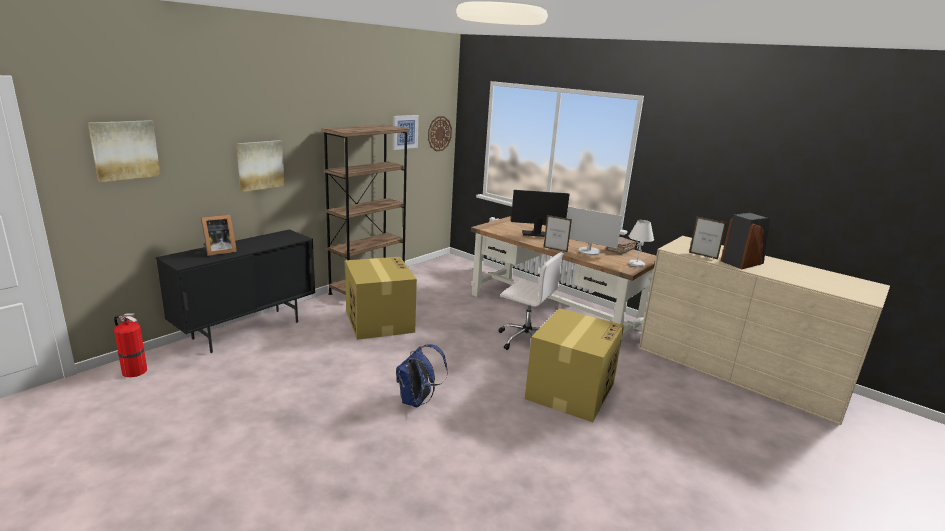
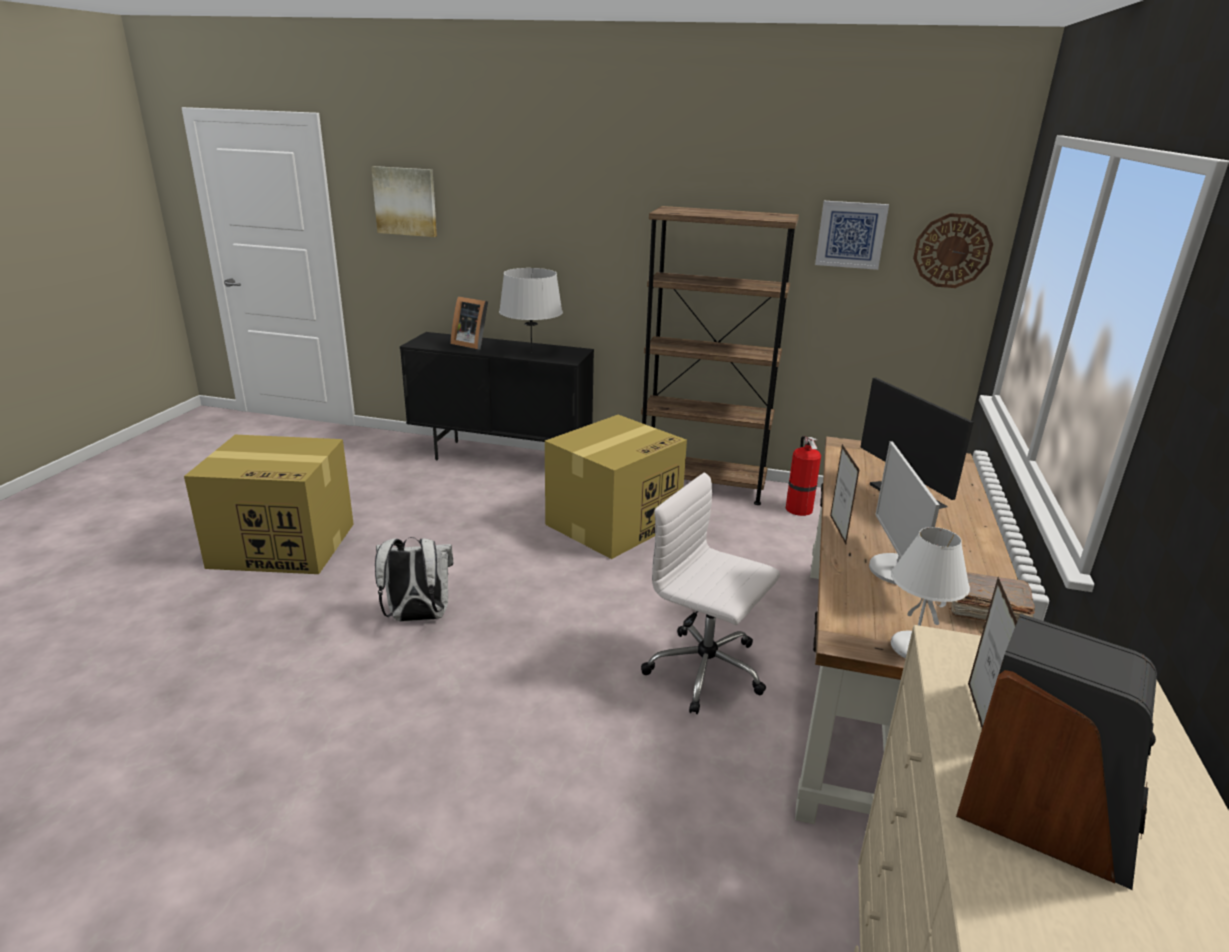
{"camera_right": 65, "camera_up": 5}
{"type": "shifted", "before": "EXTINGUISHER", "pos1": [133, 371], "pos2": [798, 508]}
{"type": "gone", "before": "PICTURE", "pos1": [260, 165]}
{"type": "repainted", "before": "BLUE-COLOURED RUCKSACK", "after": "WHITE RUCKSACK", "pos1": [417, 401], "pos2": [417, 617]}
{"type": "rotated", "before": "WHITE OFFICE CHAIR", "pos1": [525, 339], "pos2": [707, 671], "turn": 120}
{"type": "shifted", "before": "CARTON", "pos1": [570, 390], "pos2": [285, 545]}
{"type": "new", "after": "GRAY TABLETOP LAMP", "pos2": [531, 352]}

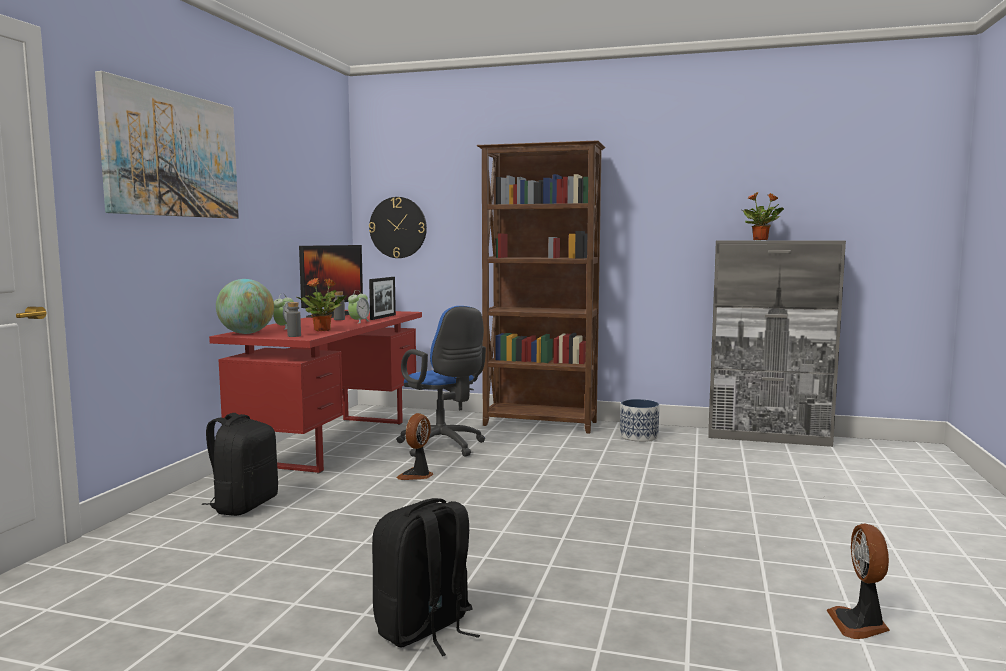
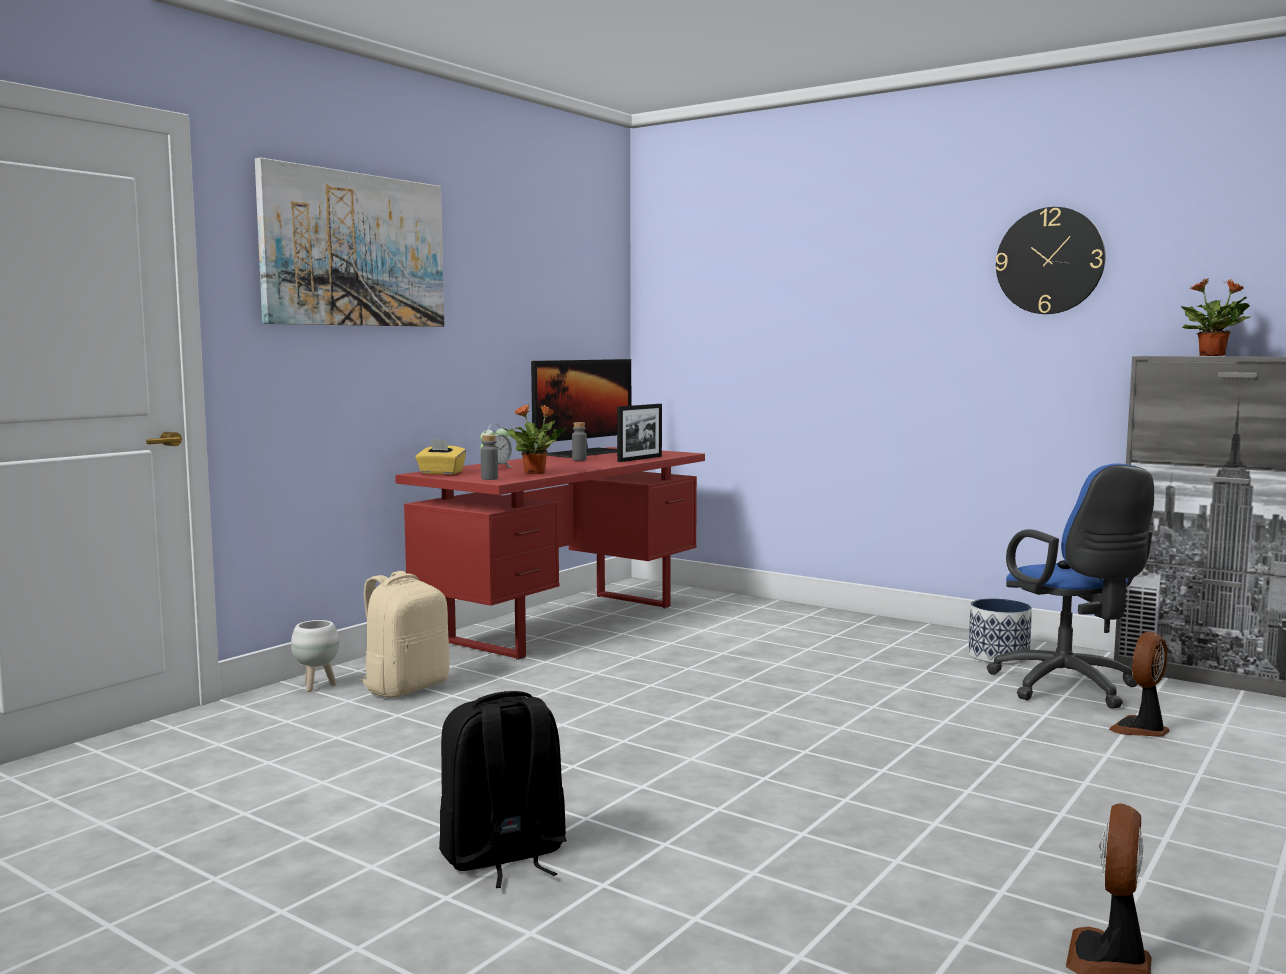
{"camera_right": 20, "camera_up": 0}
{"type": "repainted", "before": "BLACK-COLOURED RUCKSACK", "after": "SAND-COLOURED RUCKSACK", "pos1": [243, 505], "pos2": [405, 687]}
{"type": "swapped", "before": "DESK GLOBE", "after": "YELLOW-COLOURED BOX OF TISSUES", "pos1": [246, 333], "pos2": [441, 473]}
{"type": "gone", "before": "TABLE CLOCK", "pos1": [359, 322]}
{"type": "shifted", "before": "WALL CLOCK", "pos1": [398, 227], "pos2": [1049, 261]}
{"type": "shifted", "before": "BLUE-COLOURED OFFICE CHAIR", "pos1": [444, 447], "pos2": [1069, 688]}
{"type": "shifted", "before": "FAN", "pos1": [417, 475], "pos2": [1141, 729]}
{"type": "gone", "before": "BROWNISH SHELVING UNIT", "pos1": [540, 424]}
{"type": "new", "after": "WHITE FLOWER POT", "pos2": [317, 686]}

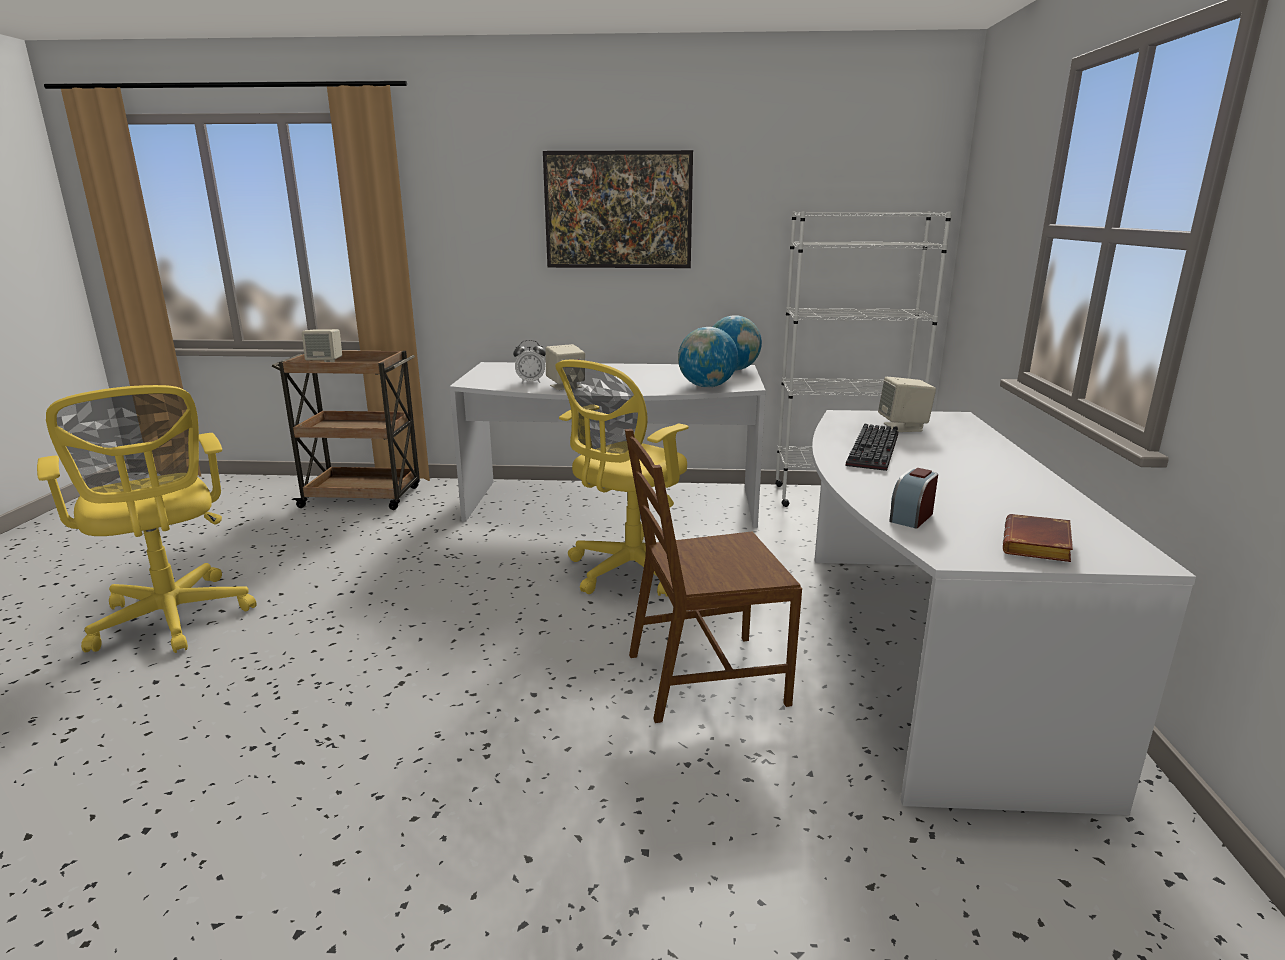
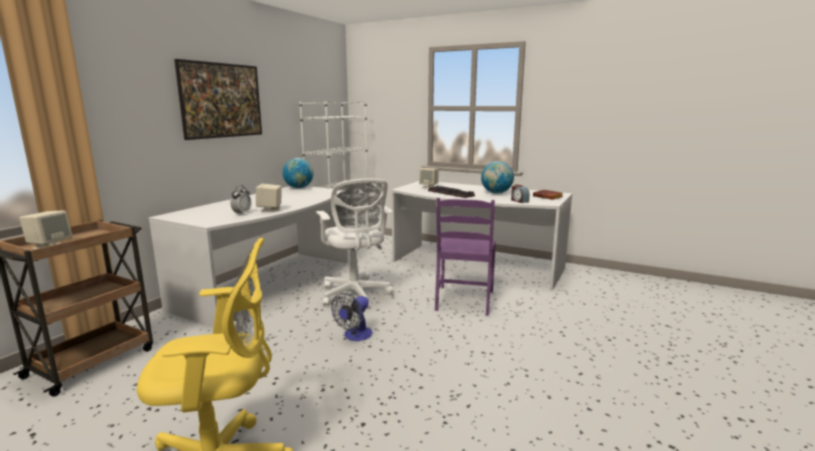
{"camera_right": -65, "camera_up": -5}
{"type": "repainted", "before": "YELLOW-COLOURED OFFICE CHAIR", "after": "WHITE OFFICE CHAIR", "pos1": [629, 571], "pos2": [355, 295]}
{"type": "repainted", "before": "BROWNISH UPRIGHT CHAIR", "after": "PURPLE UPRIGHT CHAIR", "pos1": [704, 678], "pos2": [464, 300]}
{"type": "shifted", "before": "DESK GLOBE", "pos1": [706, 386], "pos2": [496, 193]}
{"type": "new", "after": "FAN", "pos2": [355, 336]}

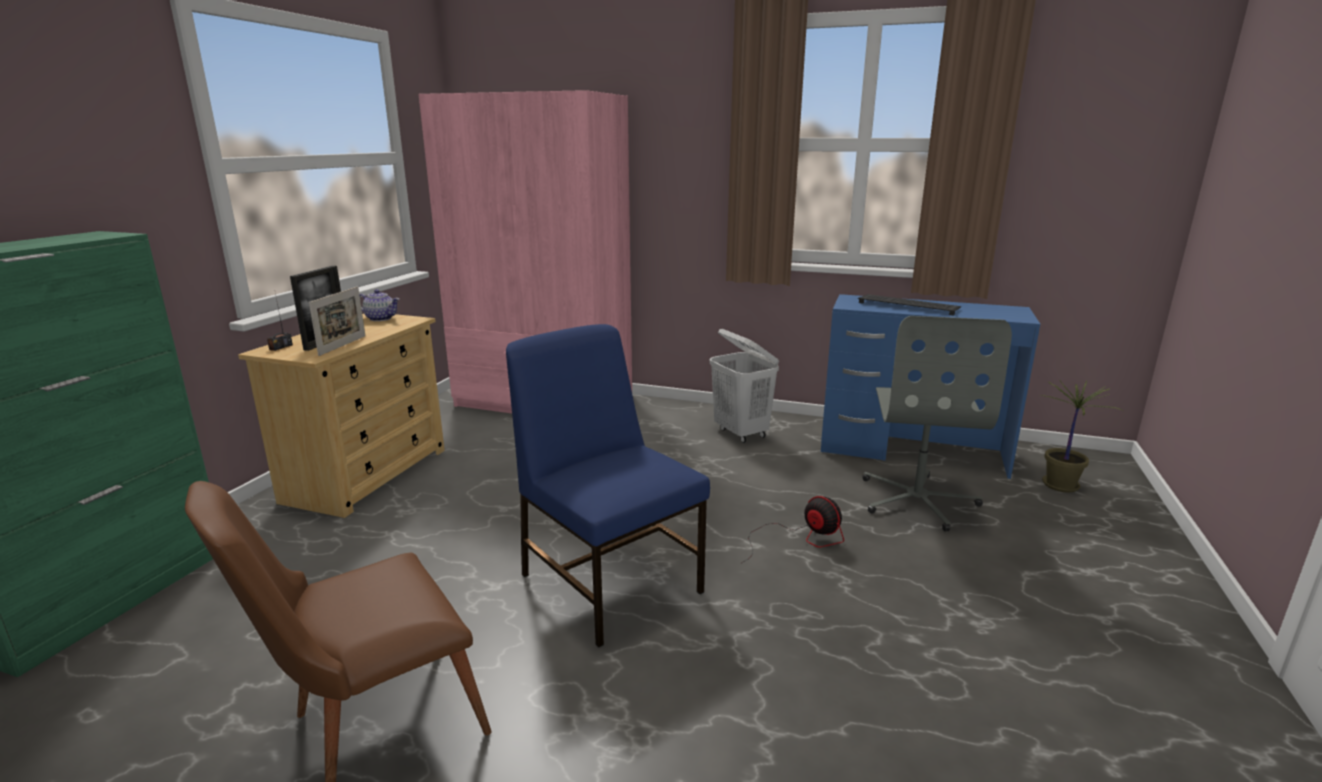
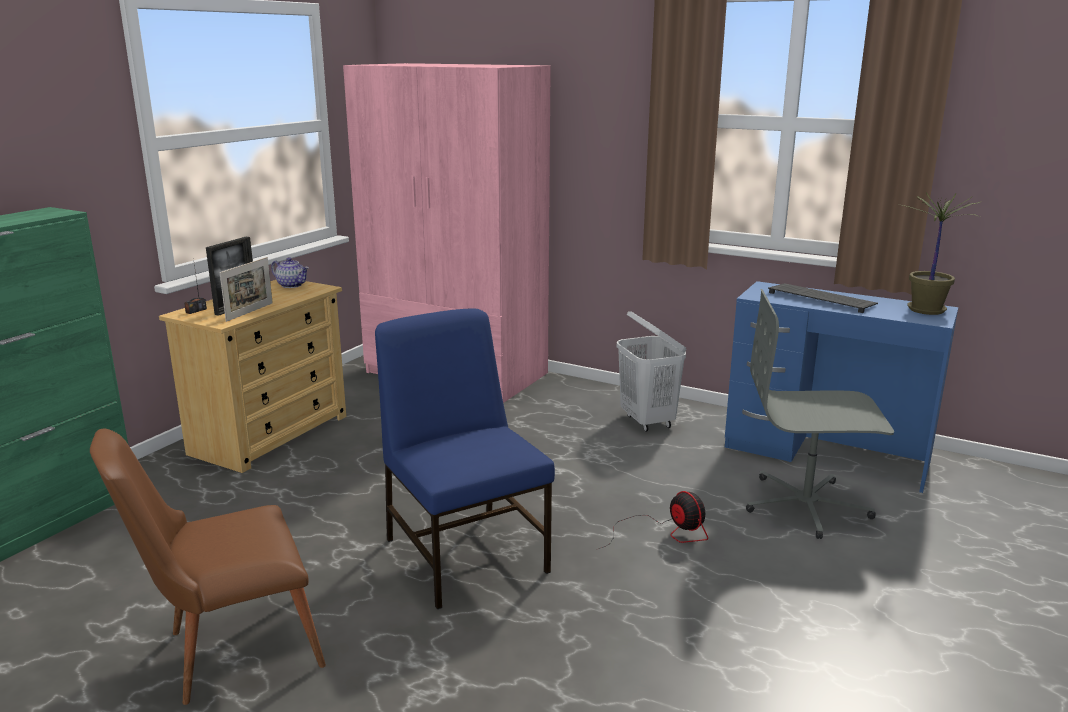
{"camera_right": 10, "camera_up": 0}
{"type": "rotated", "before": "GRAY OFFICE CHAIR", "pos1": [917, 500], "pos2": [806, 505], "turn": 75}
{"type": "shifted", "before": "PLANT IN A POT", "pos1": [1061, 486], "pos2": [926, 310]}

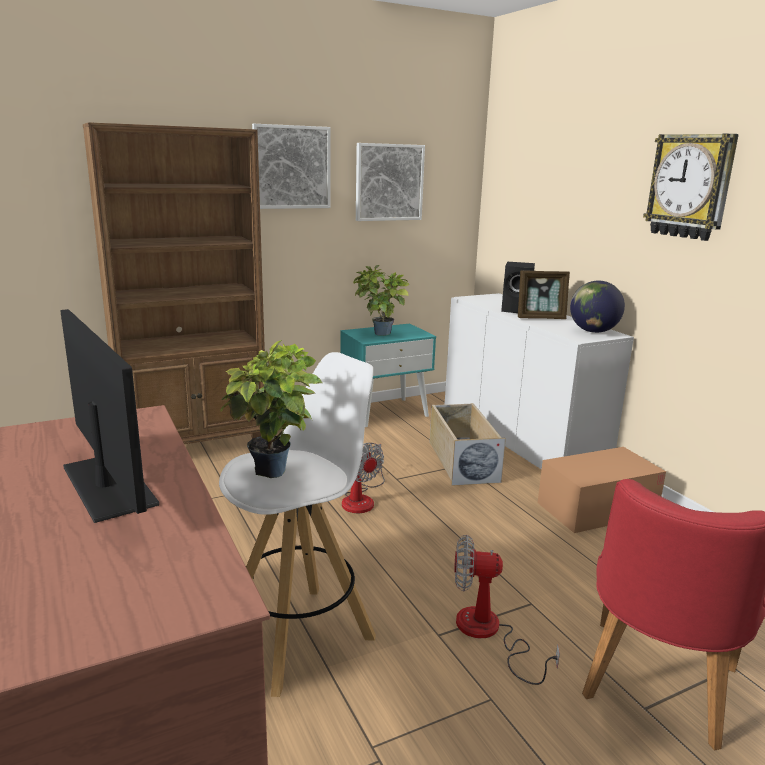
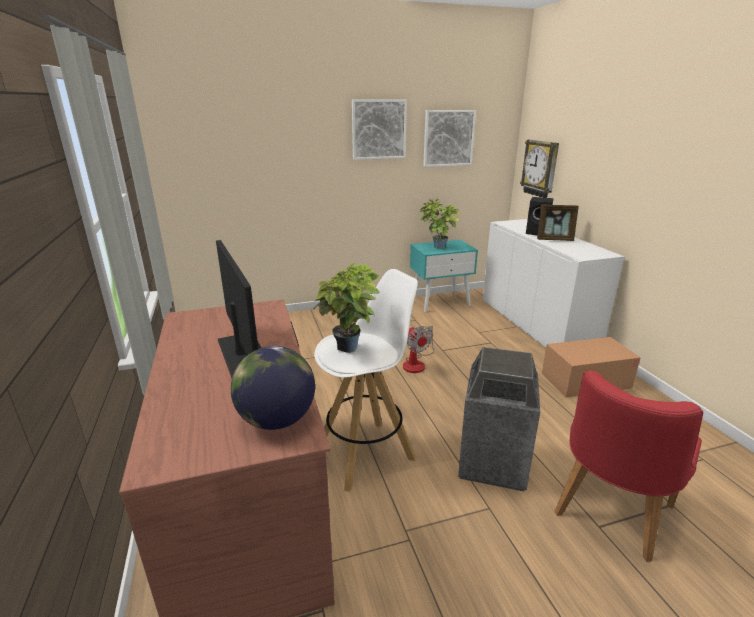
{"camera_right": 10, "camera_up": 5}
{"type": "gone", "before": "BROWNISH SHELVING UNIT", "pos1": [194, 444]}
{"type": "gone", "before": "SAND-COLOURED STORAGE BOX", "pos1": [461, 461]}
{"type": "swapped", "before": "FAN", "after": "TRASH CAN", "pos1": [488, 633], "pos2": [493, 463]}
{"type": "shifted", "before": "DESK GLOBE", "pos1": [593, 331], "pos2": [276, 420]}
{"type": "shifted", "before": "WALL CLOCK", "pos1": [690, 186], "pos2": [540, 168]}

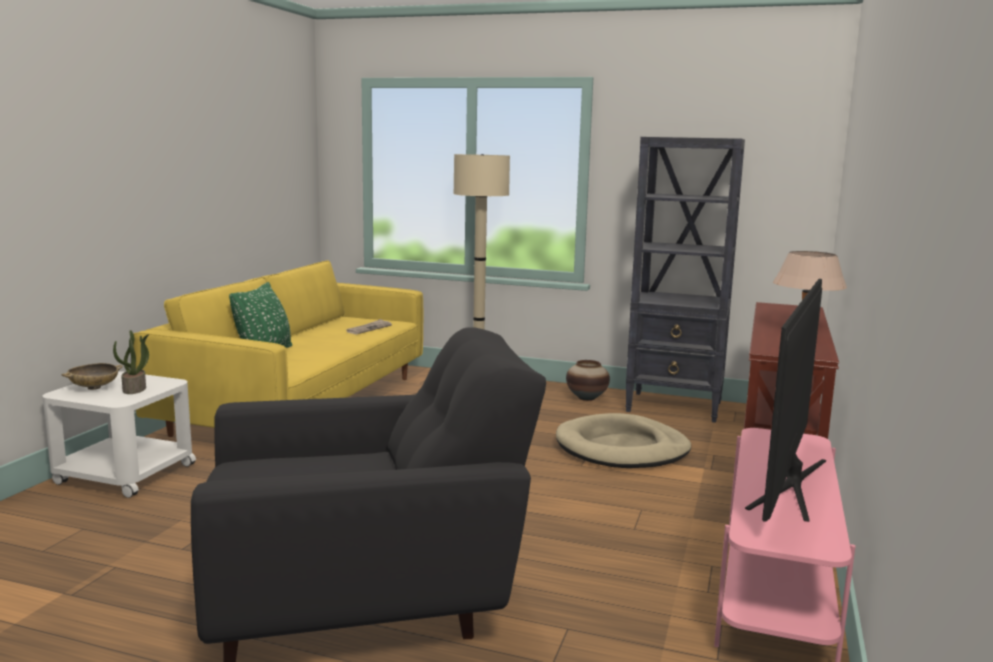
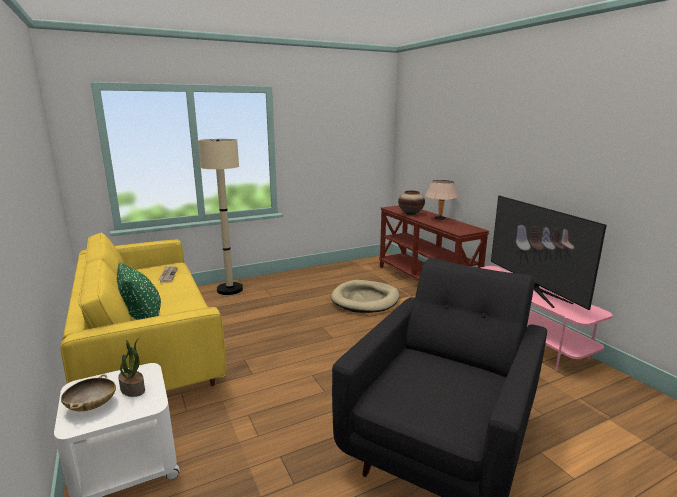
{"camera_right": -45, "camera_up": 5}
{"type": "shifted", "before": "FLOWER VASE", "pos1": [587, 398], "pos2": [411, 213]}
{"type": "gone", "before": "BLACK-COLOURED SHELVING UNIT", "pos1": [675, 407]}

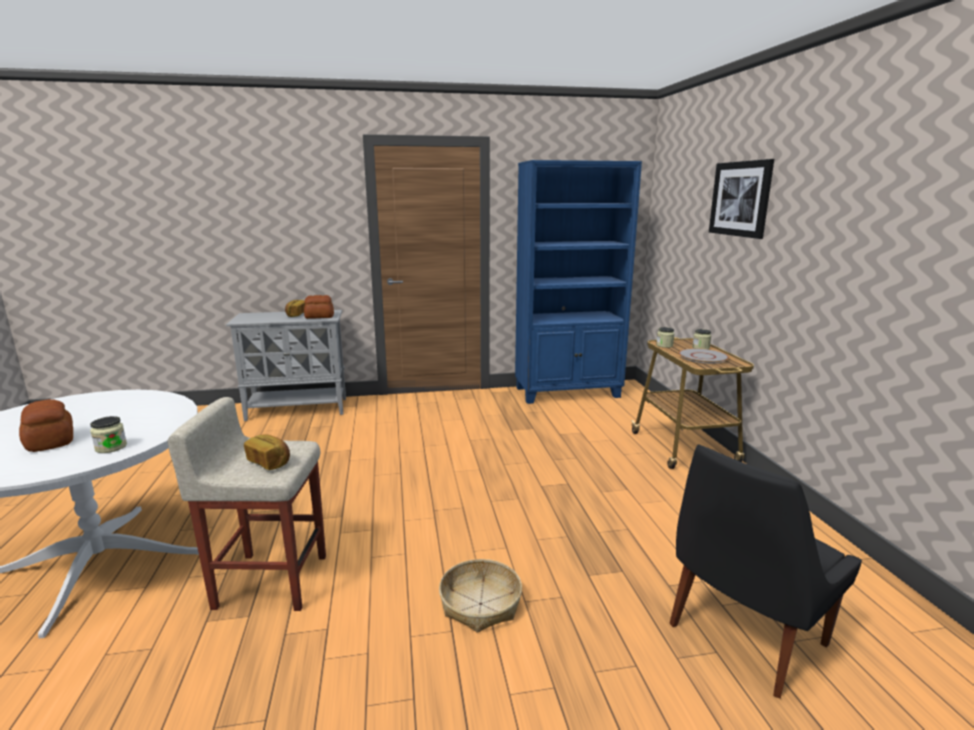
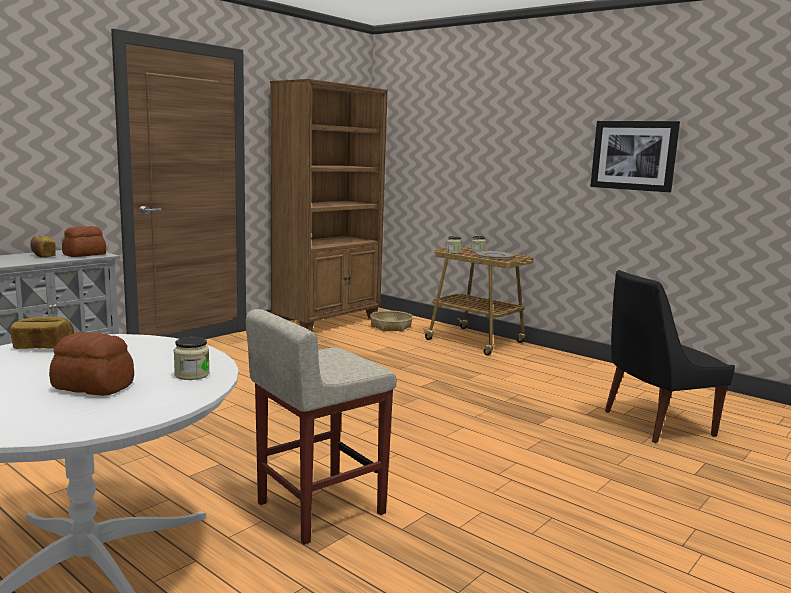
{"camera_right": -40, "camera_up": -5}
{"type": "shifted", "before": "BAKERY BREAD", "pos1": [269, 462], "pos2": [43, 347]}
{"type": "shifted", "before": "STORAGE BASKET", "pos1": [481, 604], "pos2": [391, 327]}
{"type": "repainted", "before": "BLUE-COLOURED SHELVING UNIT", "after": "BROWNISH SHELVING UNIT", "pos1": [568, 392], "pos2": [328, 322]}
{"type": "rotated", "before": "BLACK-COLOURED UPRIGHT CHAIR", "pos1": [743, 637], "pos2": [654, 424], "turn": 60}
{"type": "shifted", "before": "PICTURE", "pos1": [740, 199], "pos2": [633, 155]}

